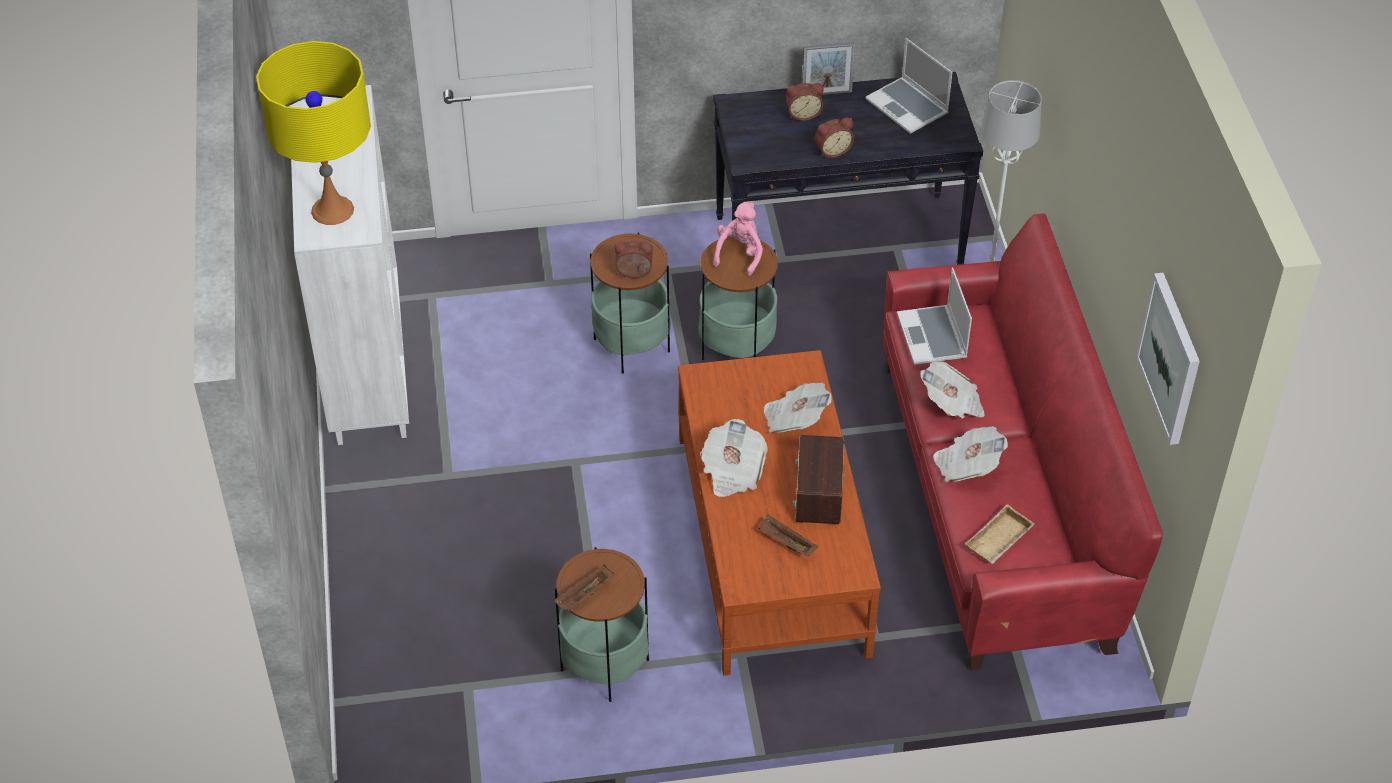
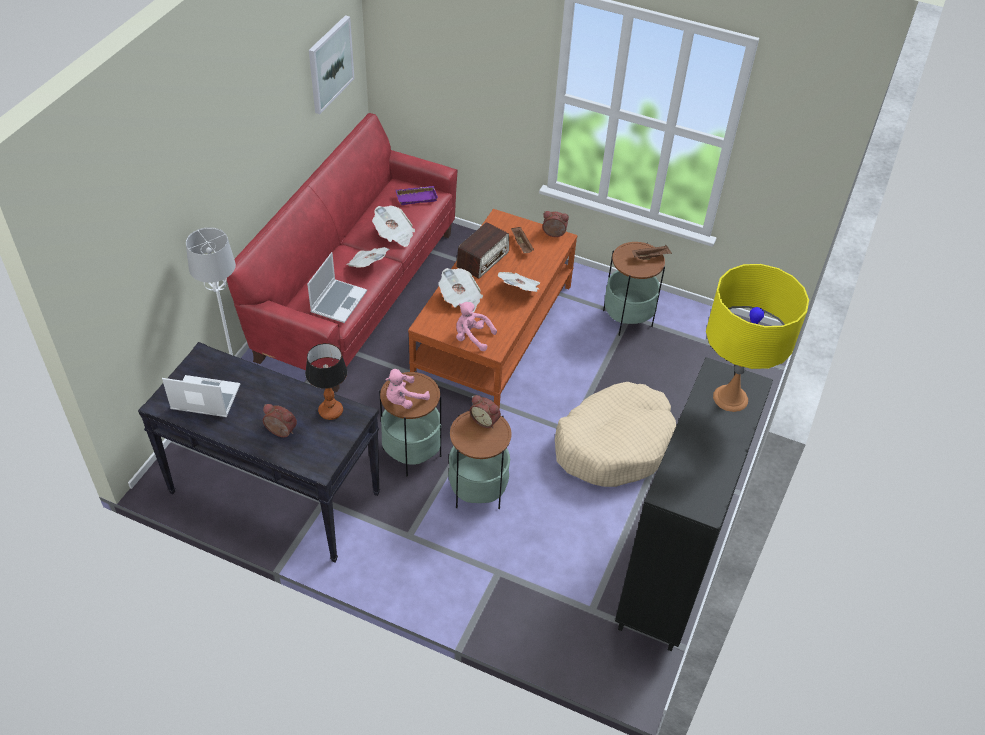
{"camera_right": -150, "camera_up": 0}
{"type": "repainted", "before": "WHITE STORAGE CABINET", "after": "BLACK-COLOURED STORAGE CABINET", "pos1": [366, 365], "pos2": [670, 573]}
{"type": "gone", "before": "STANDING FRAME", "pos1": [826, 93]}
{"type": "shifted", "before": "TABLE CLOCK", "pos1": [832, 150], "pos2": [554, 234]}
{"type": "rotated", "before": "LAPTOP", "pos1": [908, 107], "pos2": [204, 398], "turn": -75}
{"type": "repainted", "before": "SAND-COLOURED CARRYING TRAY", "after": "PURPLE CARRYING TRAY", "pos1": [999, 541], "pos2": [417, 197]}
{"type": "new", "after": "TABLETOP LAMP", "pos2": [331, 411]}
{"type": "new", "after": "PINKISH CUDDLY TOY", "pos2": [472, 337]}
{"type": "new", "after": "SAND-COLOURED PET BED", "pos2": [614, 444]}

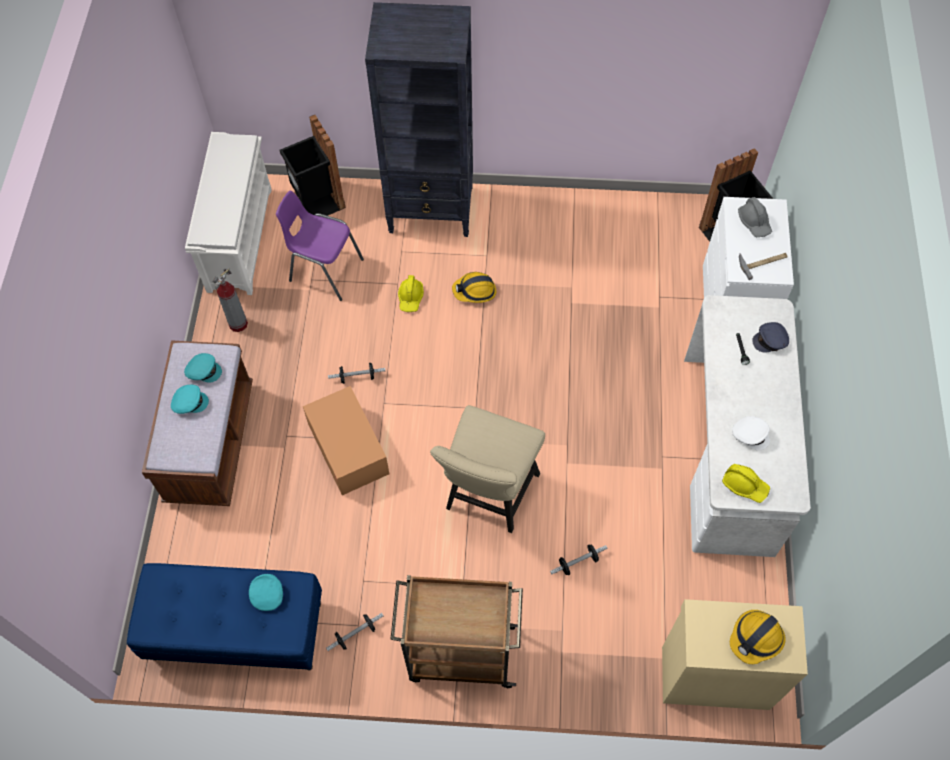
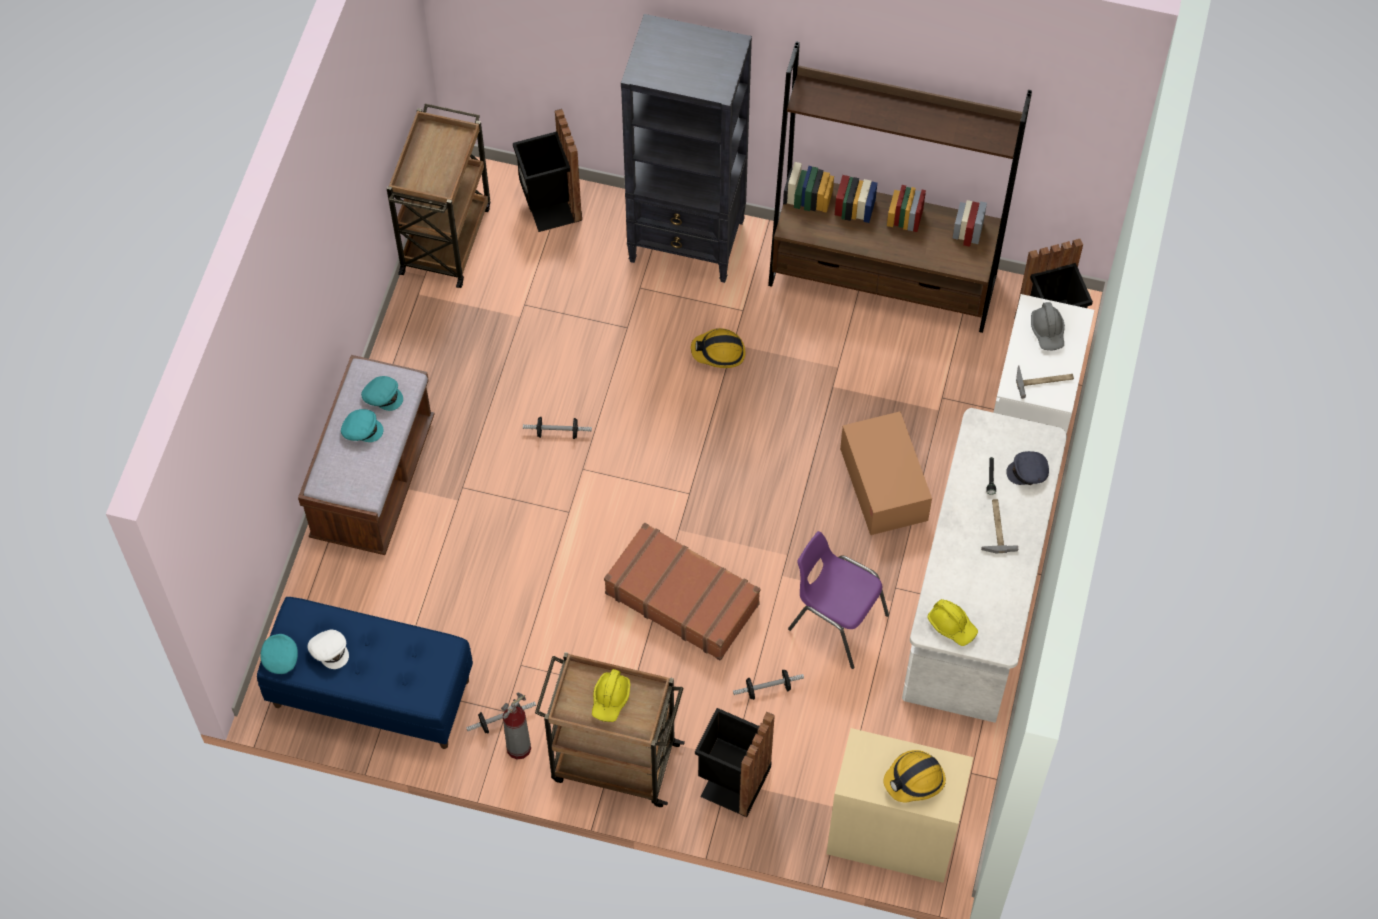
{"camera_right": 10, "camera_up": 0}
{"type": "swapped", "before": "WHITE SHOE SHELF", "after": "BROWNISH TROLLEY", "pos1": [239, 238], "pos2": [446, 238]}
{"type": "shifted", "before": "EXTINGUISHER", "pos1": [238, 324], "pos2": [518, 748]}
{"type": "shifted", "before": "BLUE-GREEN CAP", "pos1": [267, 594], "pos2": [280, 656]}
{"type": "shifted", "before": "PURPLE UPRIGHT CHAIR", "pos1": [324, 270], "pos2": [835, 621]}
{"type": "shifted", "before": "CARTON", "pos1": [348, 449], "pos2": [883, 484]}
{"type": "shifted", "before": "YELLOW-COLOURED WORK HELMET", "pos1": [410, 298], "pos2": [610, 699]}
{"type": "swapped", "before": "SAND-COLOURED UPRIGHT CHAIR", "after": "BROWNISH PIECE OF LUGGAGE", "pos1": [488, 497], "pos2": [682, 597]}
{"type": "shifted", "before": "WHITE CAP", "pos1": [750, 434], "pos2": [330, 650]}
{"type": "new", "after": "BLACK-COLOURED TRASH CAN", "pos2": [732, 781]}
{"type": "new", "after": "BROWNISH SHELVING UNIT", "pos2": [883, 280]}
{"type": "new", "after": "HAMMER", "pos2": [996, 527]}

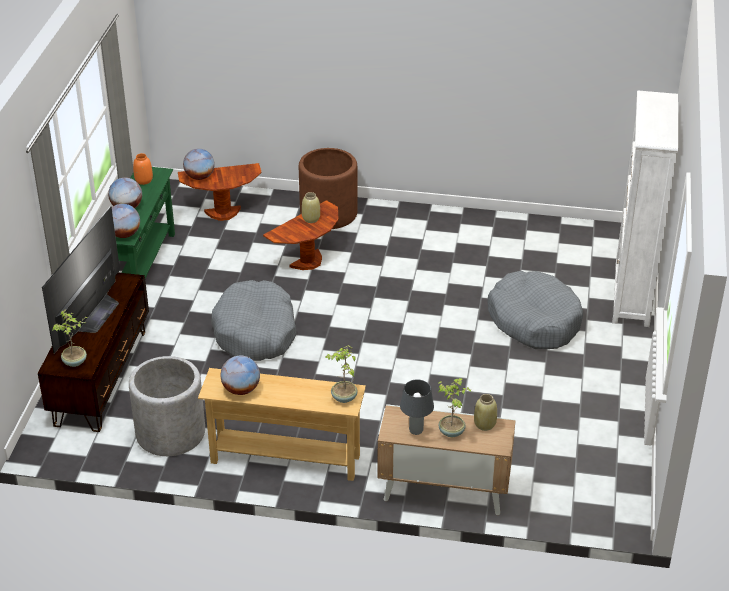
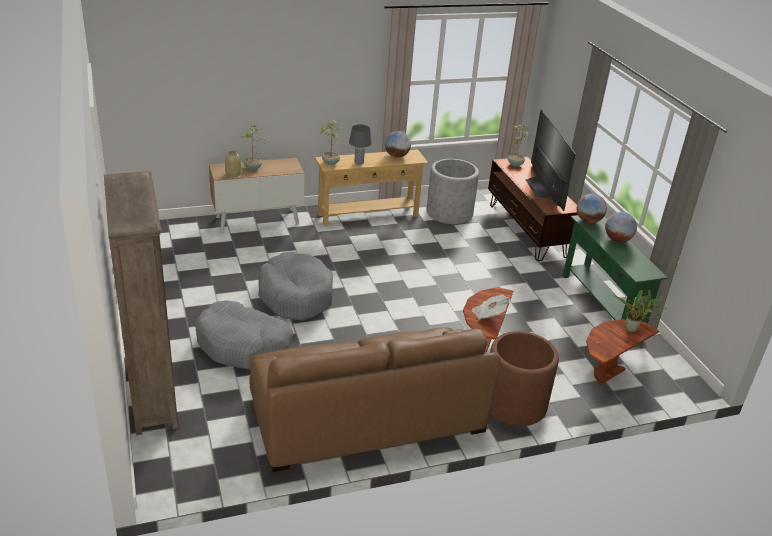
{"camera_right": 150, "camera_up": -5}
{"type": "gone", "before": "ORANGEY FLOWER VASE", "pos1": [143, 180]}
{"type": "swapped", "before": "DESK GLOBE", "after": "PLANT IN A POT", "pos1": [199, 177], "pos2": [633, 329]}
{"type": "shifted", "before": "GRAY PET BED", "pos1": [255, 332], "pos2": [295, 295]}
{"type": "swapped", "before": "SAND-COLOURED FLOWER VASE", "after": "PRINTED PAPER", "pos1": [311, 219], "pos2": [489, 314]}
{"type": "shifted", "before": "GRAY TABLETOP LAMP", "pos1": [416, 431], "pos2": [358, 163]}
{"type": "repainted", "before": "WHITE SHELVING UNIT", "after": "BROWNISH SHELVING UNIT", "pos1": [631, 296], "pos2": [153, 396]}
{"type": "new", "after": "BROWNISH SETTEE", "pos2": [367, 414]}

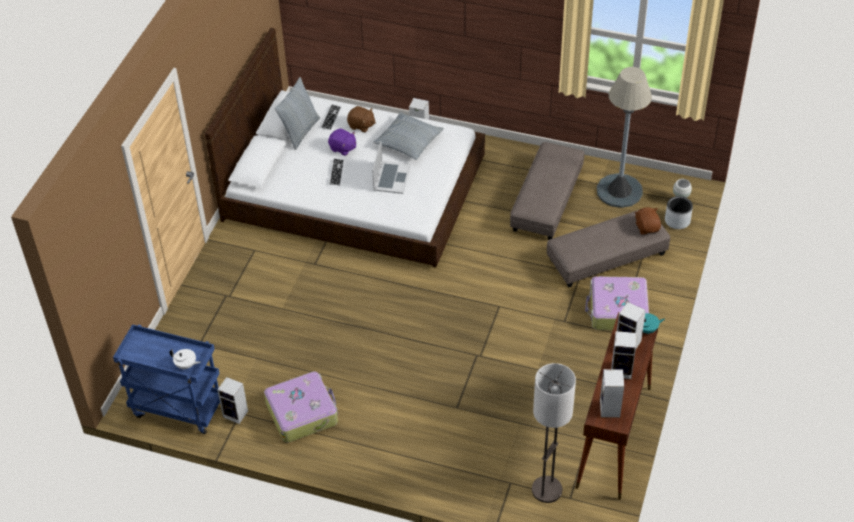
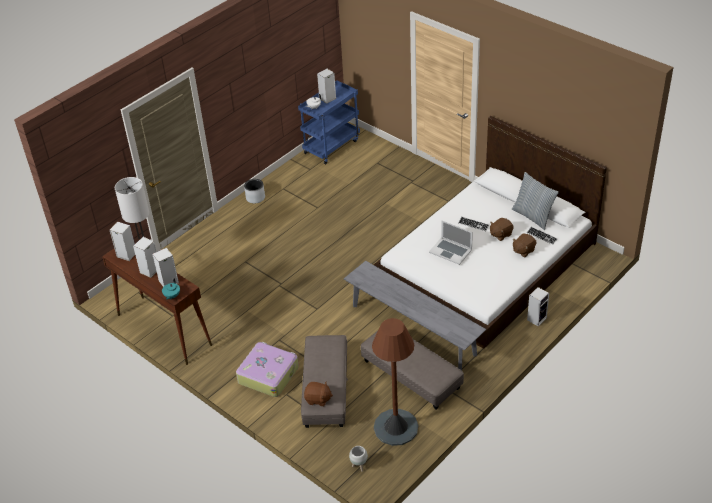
{"camera_right": 115, "camera_up": -5}
{"type": "shifted", "before": "AUDIO SPEAKER", "pos1": [236, 414], "pos2": [327, 99]}
{"type": "gone", "before": "PIECE OF LUGGAGE", "pos1": [302, 412]}
{"type": "repainted", "before": "PURPLE CUDDLY TOY", "after": "BROWNISH CUDDLY TOY", "pos1": [343, 148], "pos2": [500, 234]}
{"type": "gone", "before": "THROW PILLOW", "pos1": [408, 141]}
{"type": "repainted", "before": "GRAY STANDARD LAMP", "after": "BROWNISH STANDARD LAMP", "pos1": [619, 191], "pos2": [396, 427]}
{"type": "shifted", "before": "GRAY FLOWER POT", "pos1": [677, 220], "pos2": [255, 198]}
{"type": "new", "after": "GRAY BENCH", "pos2": [413, 330]}

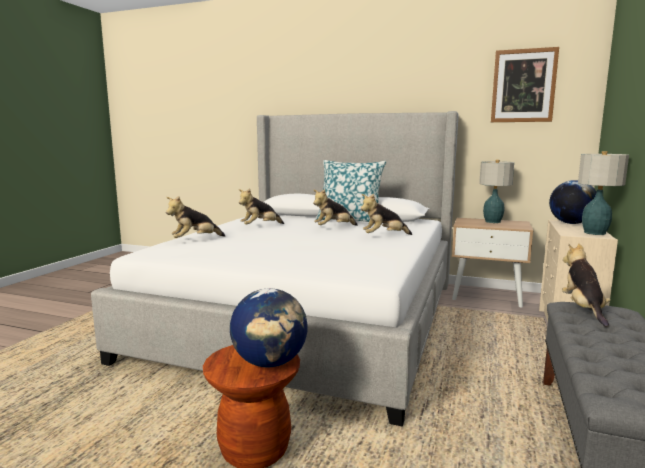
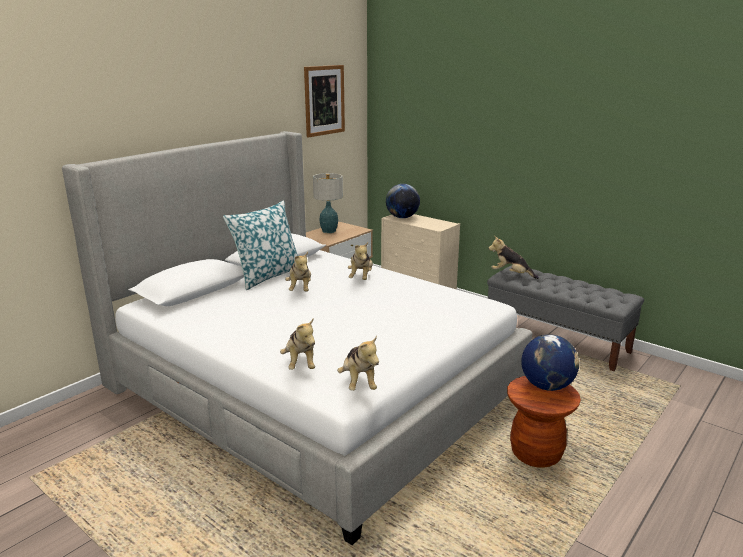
{"camera_right": -70, "camera_up": 10}
{"type": "shifted", "before": "CUDDLY TOY", "pos1": [260, 227], "pos2": [359, 383]}
{"type": "gone", "before": "TABLETOP LAMP", "pos1": [595, 233]}

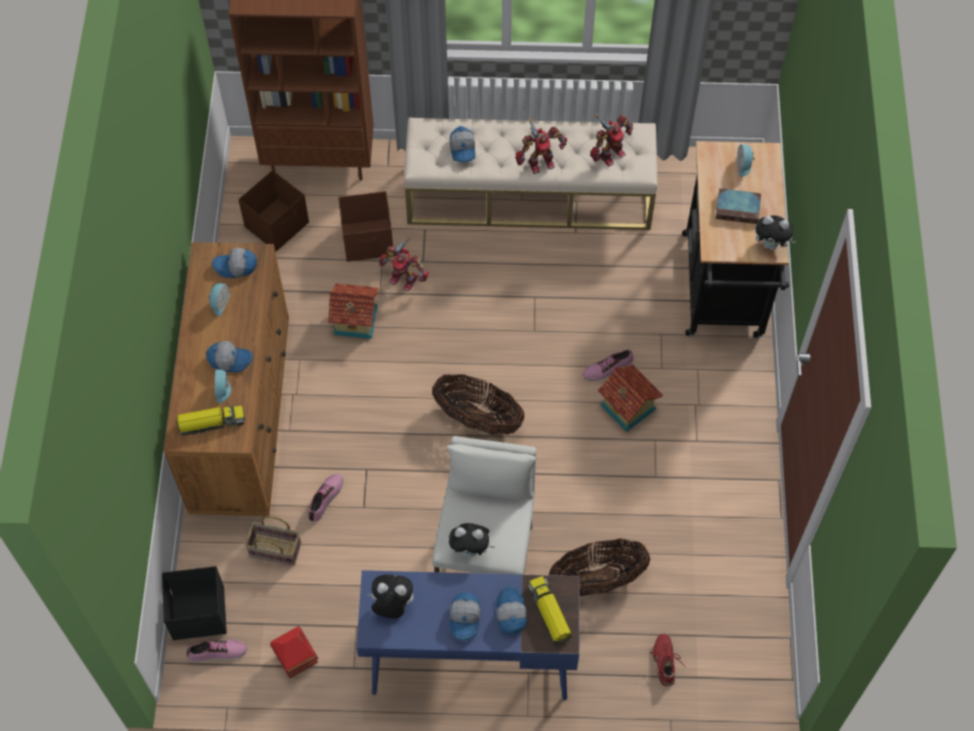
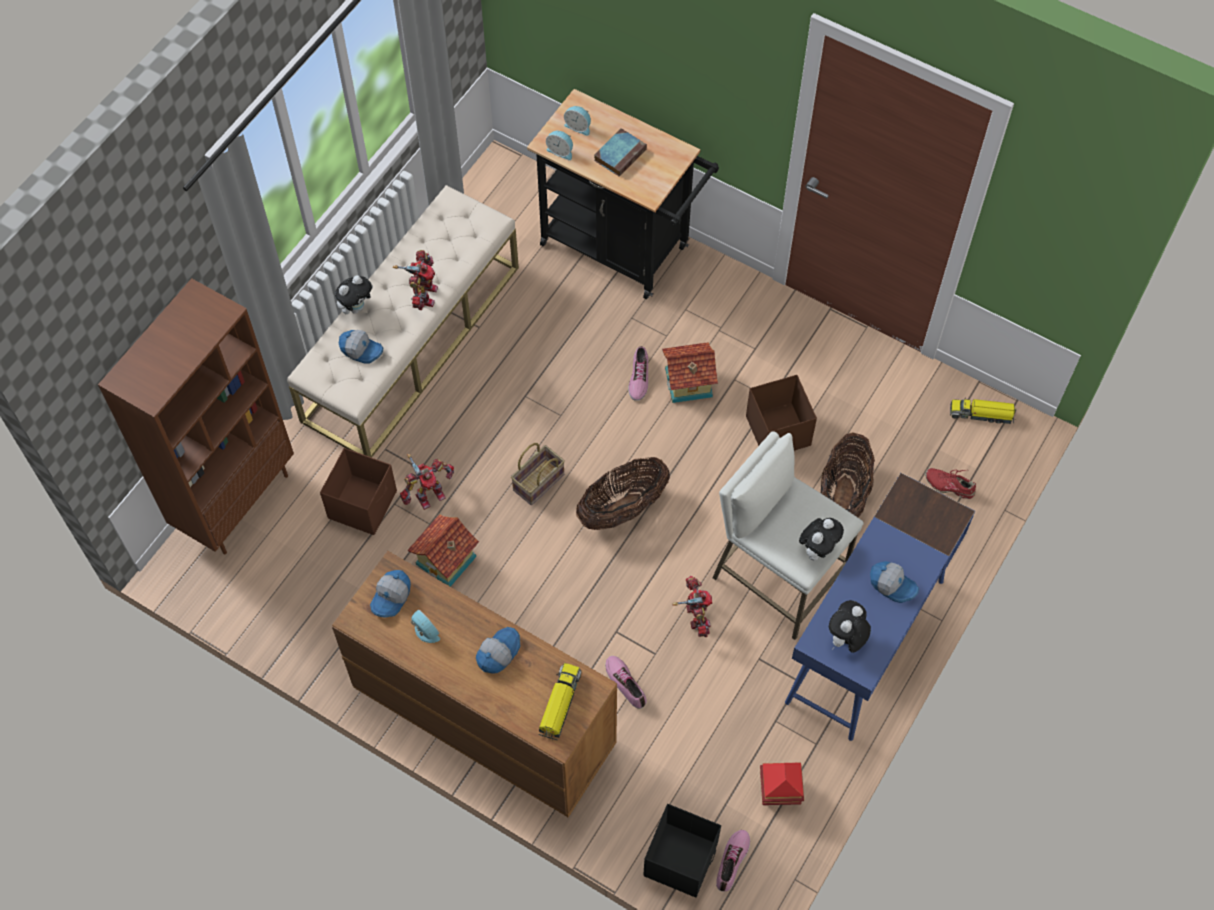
{"camera_right": -60, "camera_up": 0}
{"type": "shifted", "before": "TABLE CLOCK", "pos1": [223, 390], "pos2": [560, 151]}
{"type": "shifted", "before": "BROWNISH STORAGE BOX", "pos1": [278, 225], "pos2": [778, 430]}
{"type": "shifted", "before": "STORAGE BASKET", "pos1": [273, 550], "pos2": [538, 484]}
{"type": "gone", "before": "CAP", "pos1": [510, 613]}
{"type": "shifted", "before": "TOY TRUCK", "pos1": [549, 614], "pos2": [982, 414]}
{"type": "shifted", "before": "MODEL ROBOT", "pos1": [610, 154], "pos2": [695, 617]}
{"type": "shifted", "before": "CUDDLY TOY", "pos1": [771, 245], "pos2": [356, 307]}

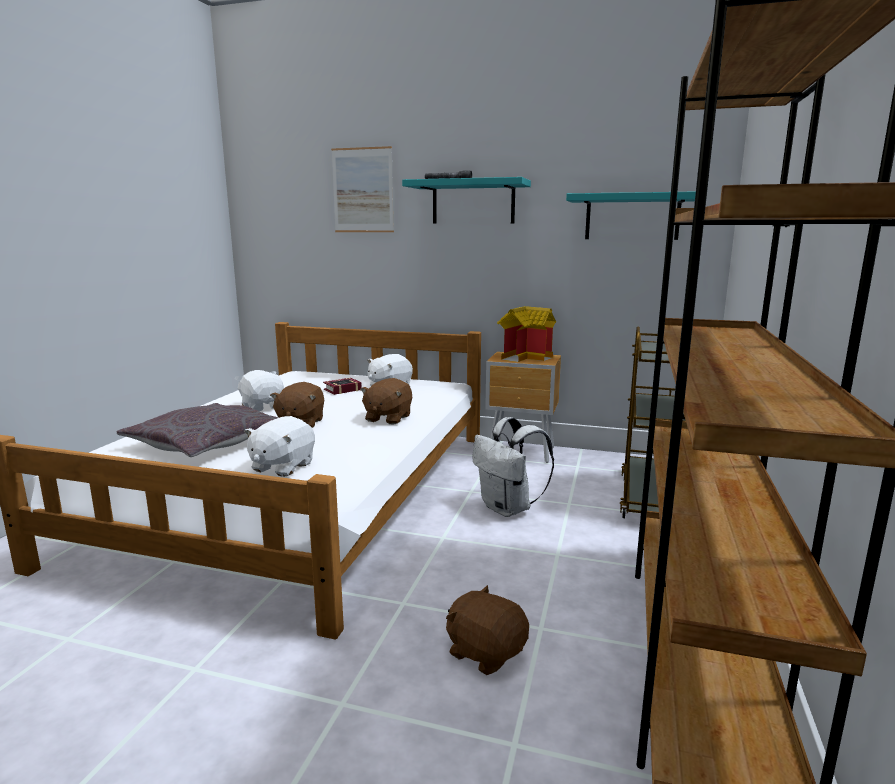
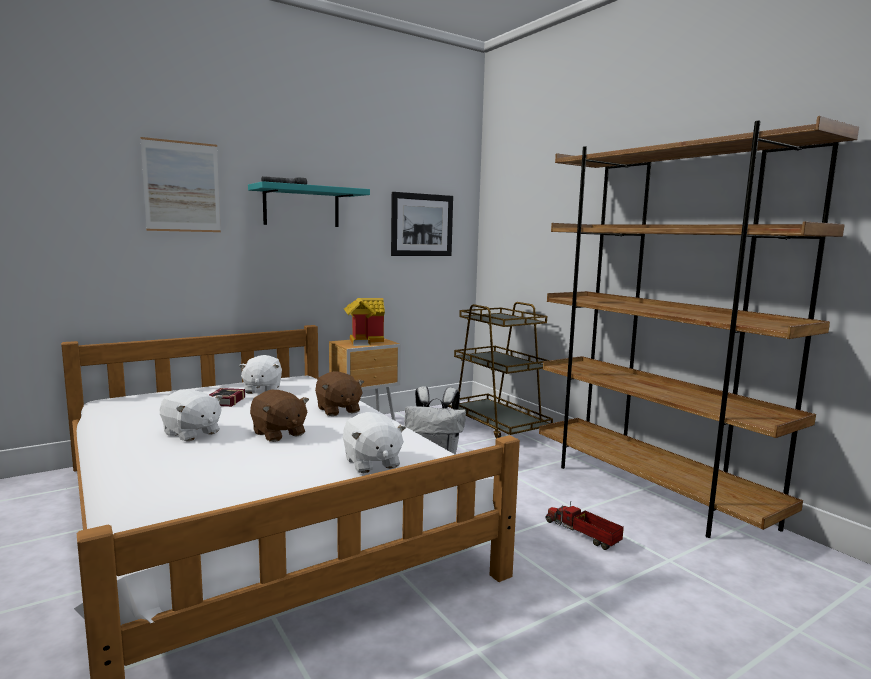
{"camera_right": -50, "camera_up": -5}
{"type": "gone", "before": "GRAY THROW PILLOW", "pos1": [207, 443]}
{"type": "rotated", "before": "WHITE CUDDLY TOY", "pos1": [263, 406], "pos2": [191, 433], "turn": -150}
{"type": "swapped", "before": "BROWNISH CUDDLY TOY", "after": "TOY TRUCK", "pos1": [485, 652], "pos2": [583, 534]}
{"type": "swapped", "before": "BLUE-GREEN SHELF", "after": "PICTURE", "pos1": [632, 217], "pos2": [422, 225]}

